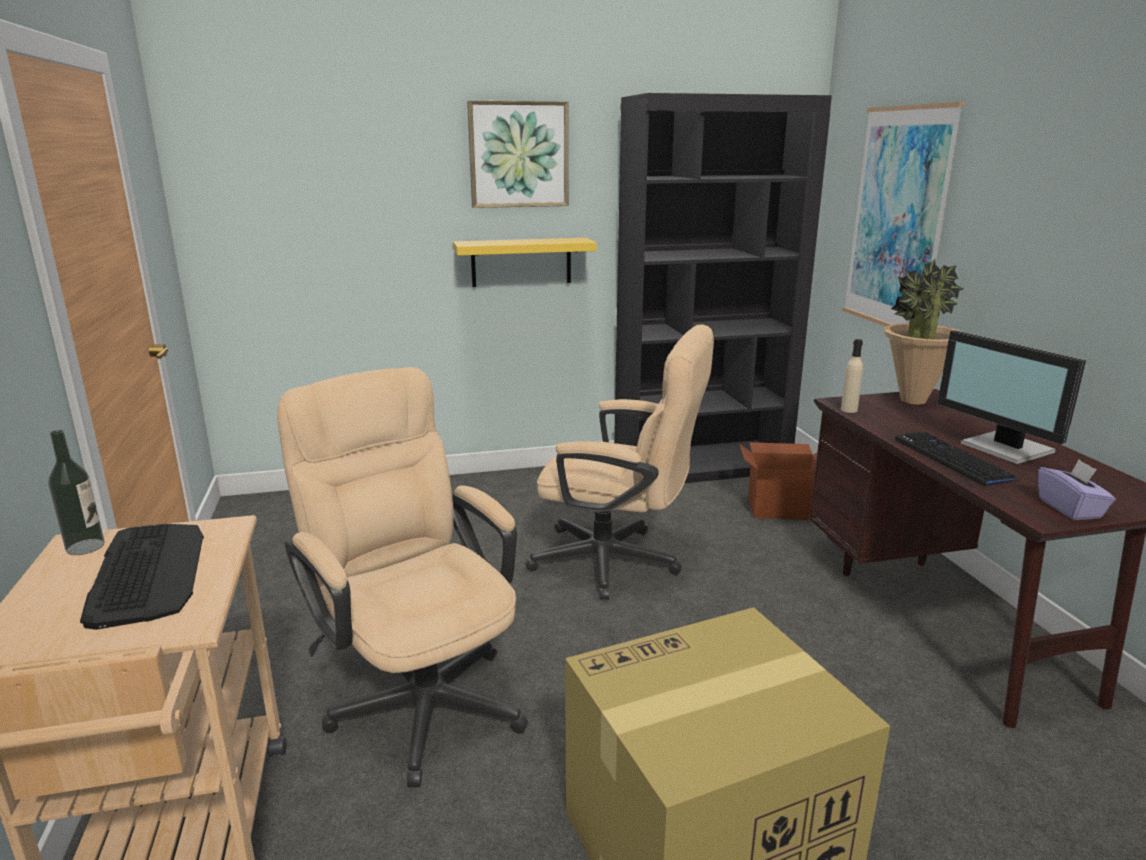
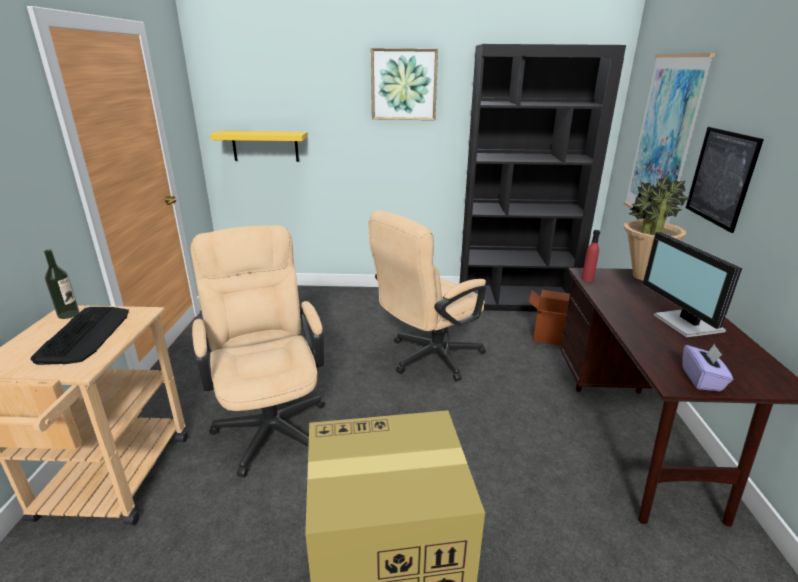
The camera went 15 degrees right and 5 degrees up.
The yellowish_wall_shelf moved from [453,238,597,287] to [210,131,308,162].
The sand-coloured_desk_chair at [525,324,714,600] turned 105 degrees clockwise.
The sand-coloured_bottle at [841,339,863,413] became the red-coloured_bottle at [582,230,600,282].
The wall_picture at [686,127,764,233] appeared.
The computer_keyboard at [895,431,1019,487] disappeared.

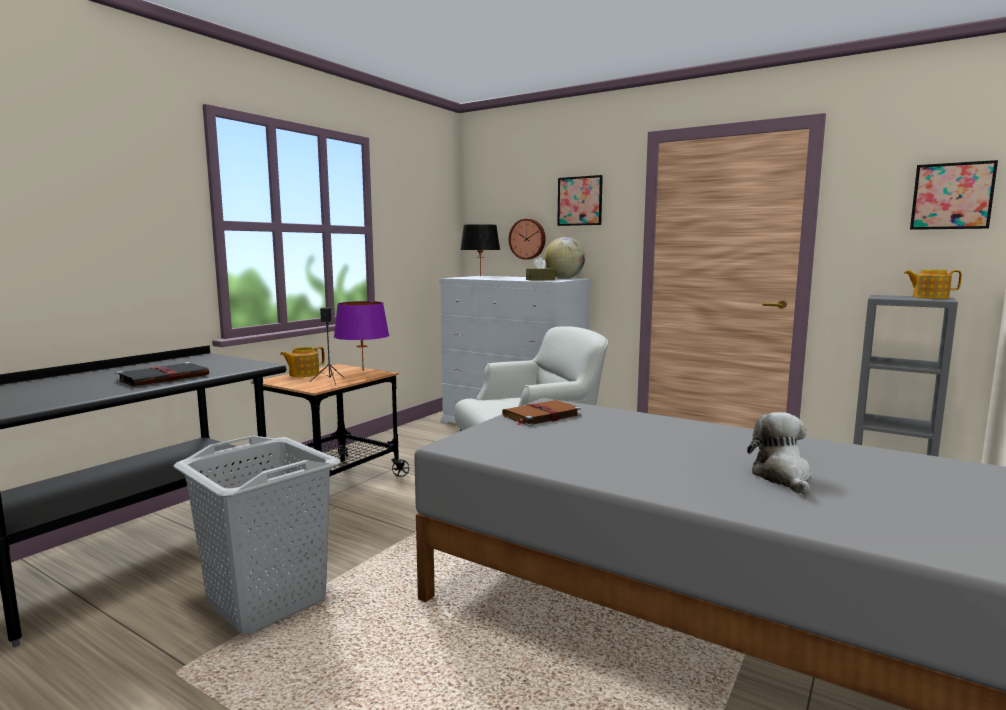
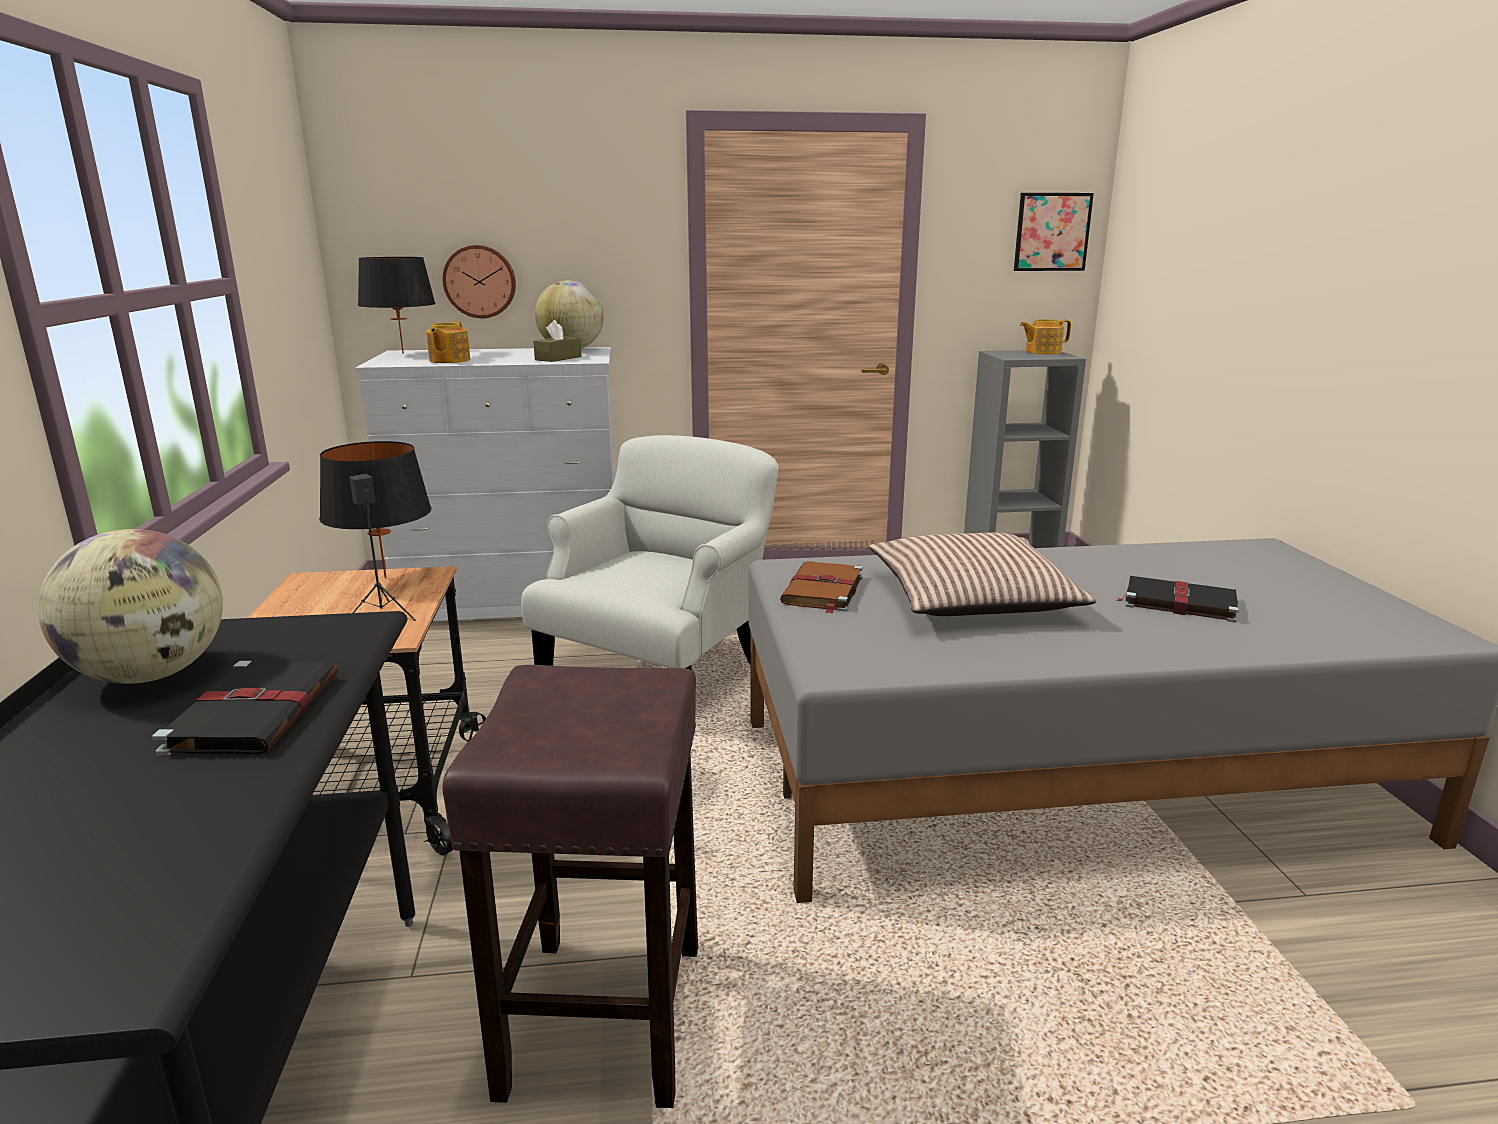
The camera went 40 degrees left and 10 degrees up.
The globe at [38,529,223,684] appeared.
The purple-coloured_table_lamp at [334,301,389,371] became the blackish_table_lamp at [319,441,432,578].
The teapot moved from [280,346,325,377] to [426,321,470,363].
The greyish_hamper at [174,435,340,634] was replaced by the brown-coloured_stool at [443,665,698,1108].
The cushion at [869,533,1096,616] appeared.
The soft_toy at [747,412,812,495] was replaced by the blackish_book at [1115,576,1239,622].
The wall_picture at [557,175,603,226] disappeared.

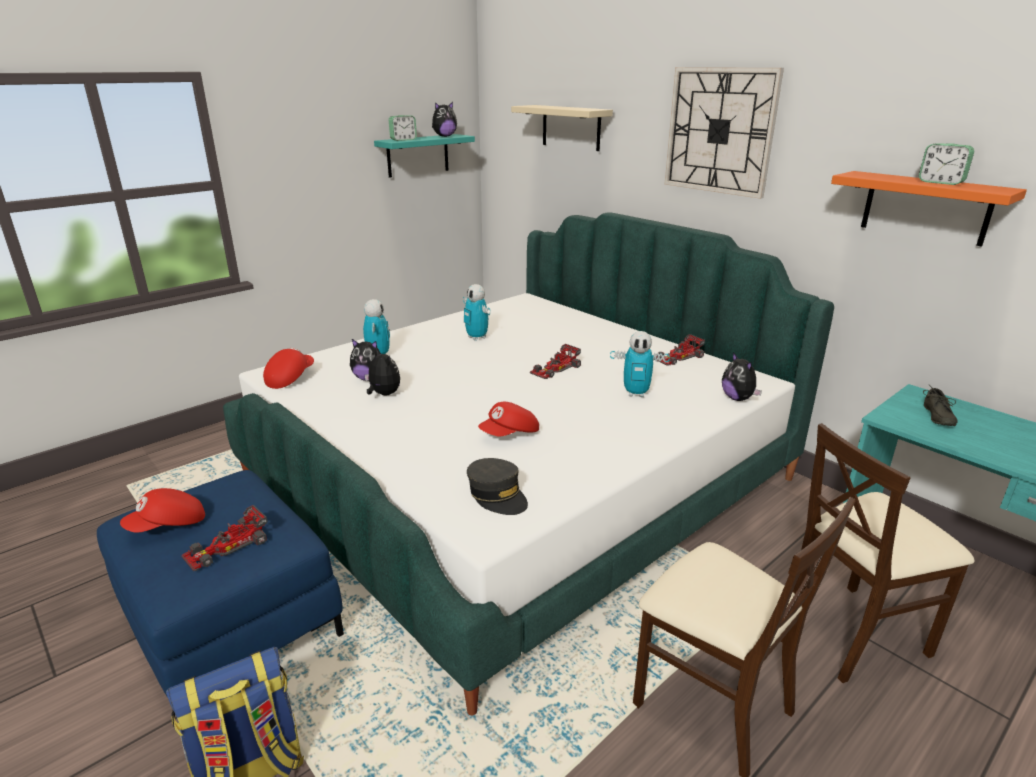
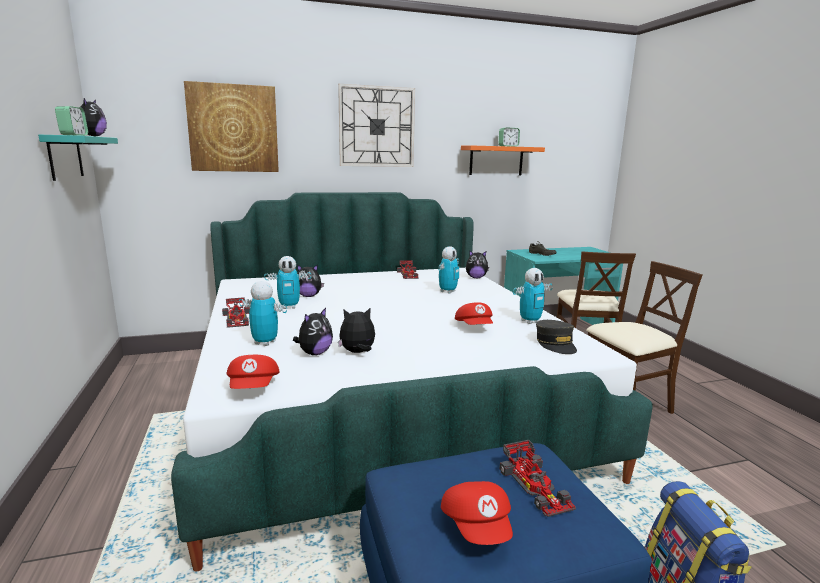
The camera went 65 degrees left and 10 degrees down.
The sand-coloured_wall_shelf at [511,105,613,151] was replaced by the wall_picture at [184,81,279,172].
The model_car moved from [530,344,581,379] to [222,297,250,328].
The red-coloured_cap at [263,348,314,389] turned 150 degrees counterclockwise.
The soft_toy at [297,265,324,297] appeared.
The toy_robot at [513,268,552,324] appeared.
The greyish_cap at [467,458,528,515] turned 90 degrees clockwise.

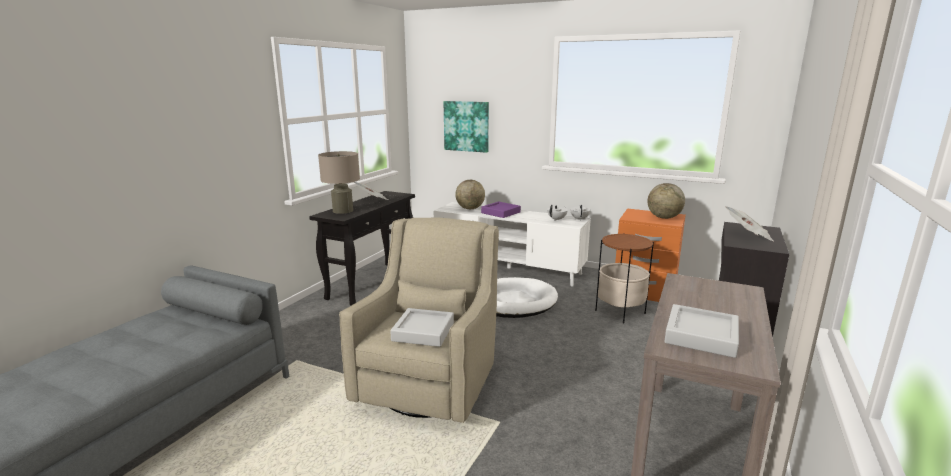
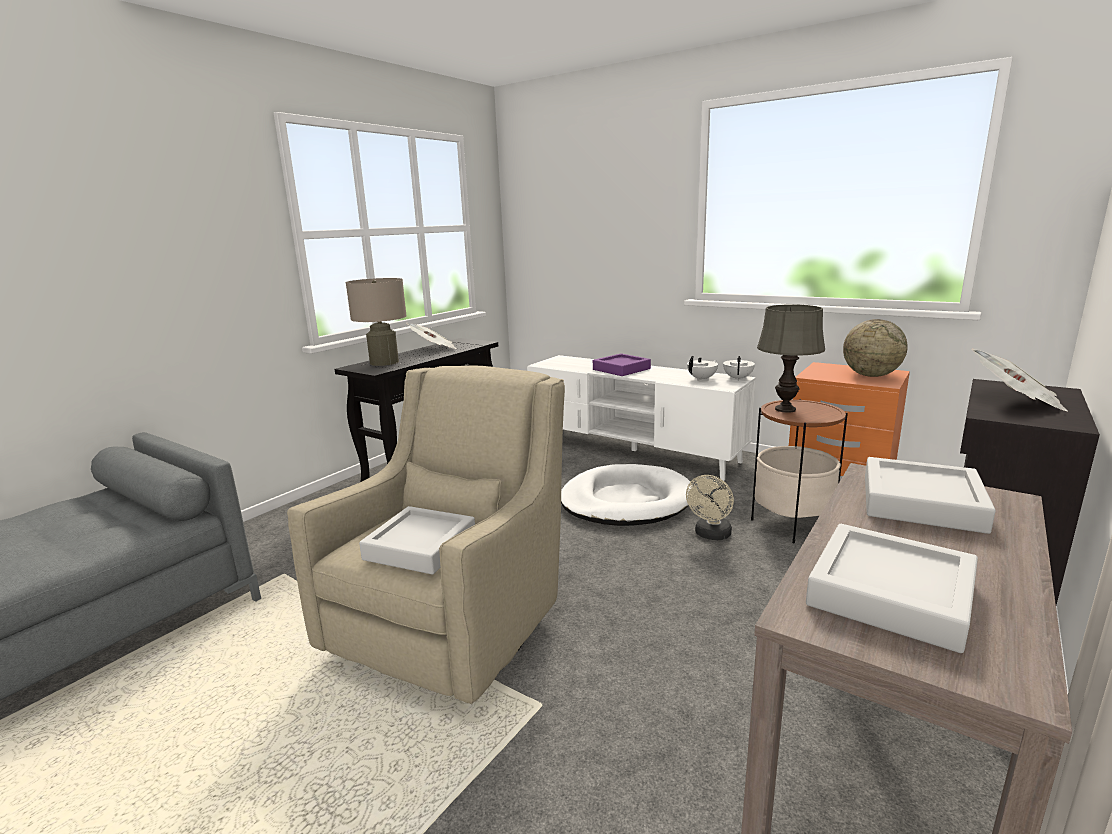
The camera went 10 degrees right and 0 degrees up.
The sand-coloured_cooling_fan at [686,475,734,540] appeared.
The greyish_table_lamp at [757,304,825,413] appeared.
The greyish_carrying_tray at [865,457,996,534] appeared.
The wall_picture at [444,101,489,153] disappeared.
The globe at [455,180,485,209] disappeared.

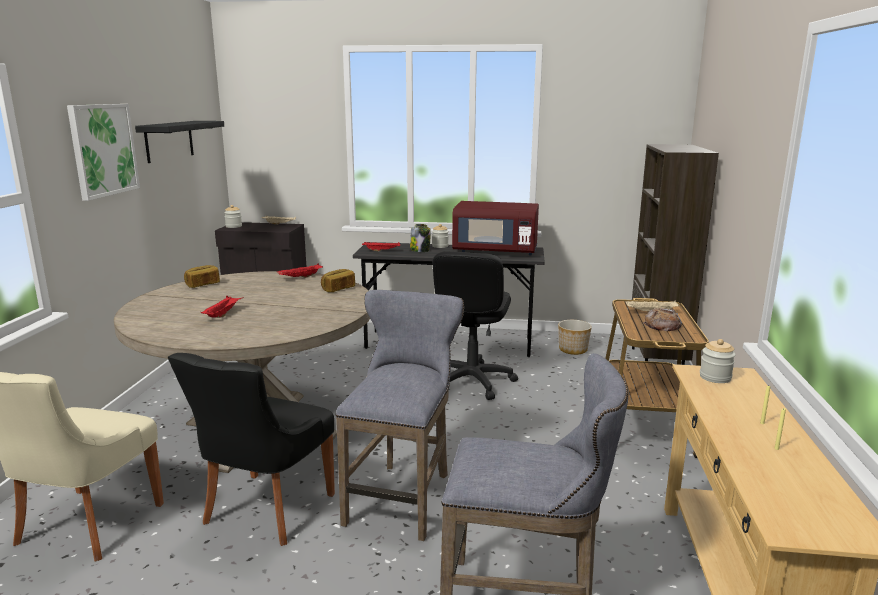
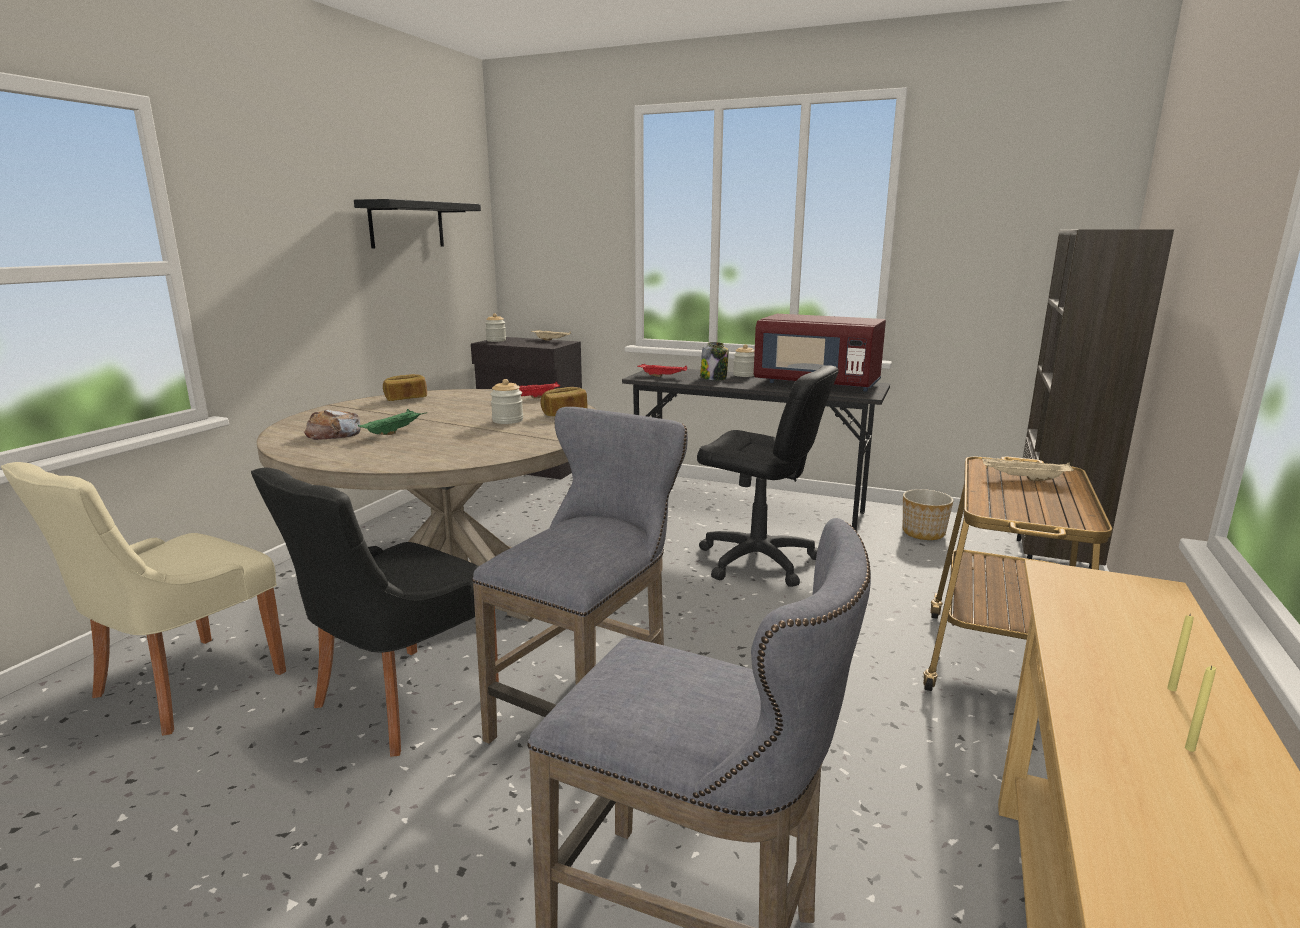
The camera went 15 degrees right and 0 degrees up.
The baked_bread moved from [643,308,682,331] to [304,409,361,440].
The red-coloured_carrying_tray at [200,296,243,318] became the green_carrying_tray at [358,409,425,435].
The jar moved from [700,339,736,383] to [490,379,523,424].
The blackish_desk_chair at [433,251,518,400] turned 90 degrees counterclockwise.
The wall_picture at [67,104,140,201] disappeared.

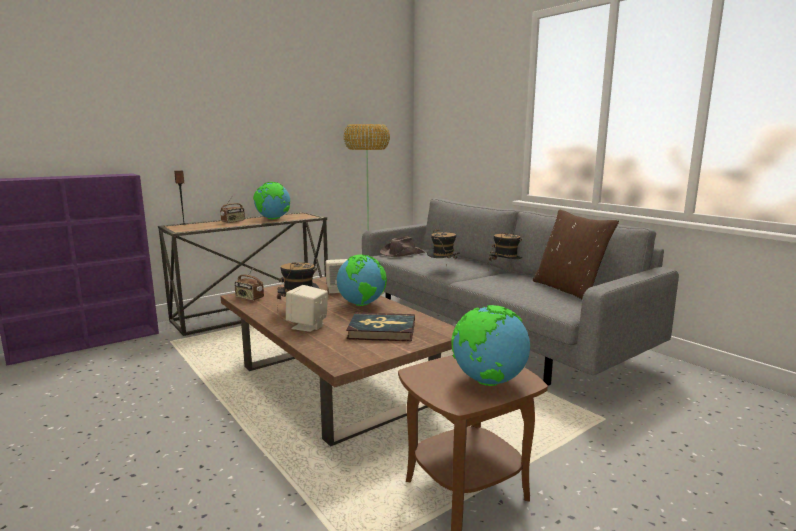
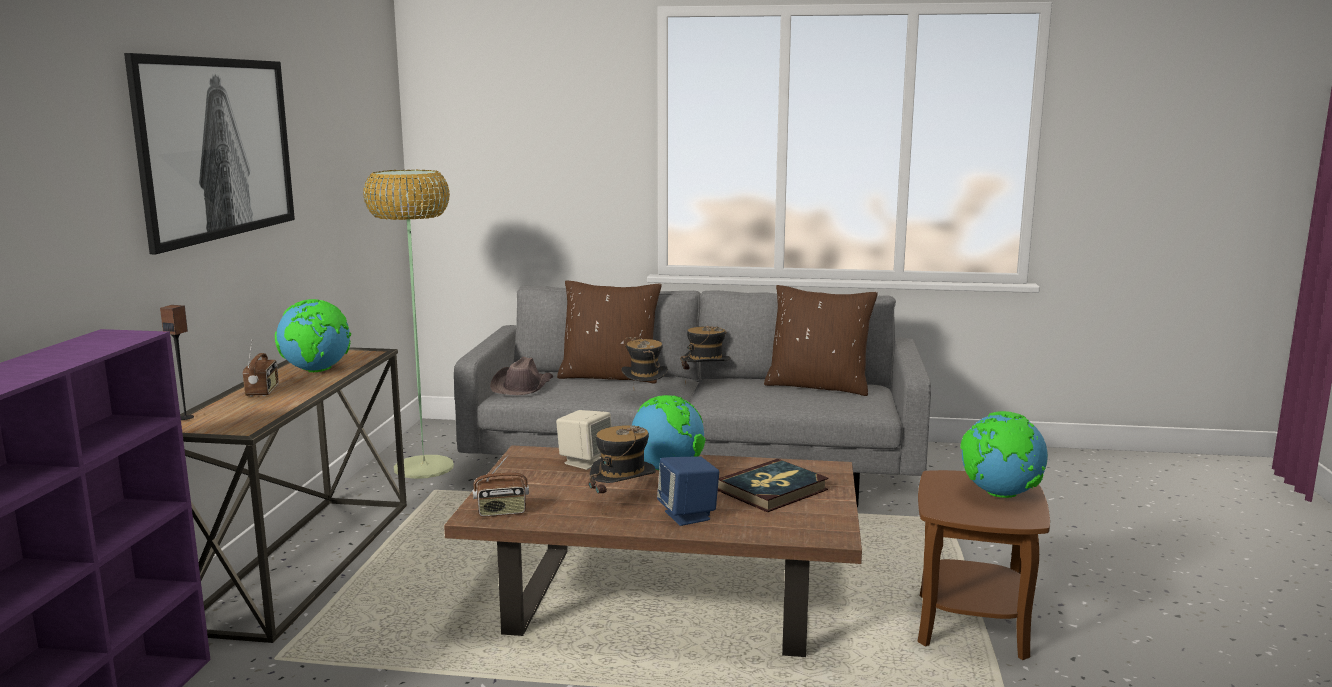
The camera went 45 degrees left and 0 degrees up.
The wall_picture at [124,53,295,254] appeared.
The brown-coloured_cushion at [557,280,662,384] appeared.
The sand-coloured_speaker at [286,285,328,332] became the bluish_speaker at [657,456,719,526].

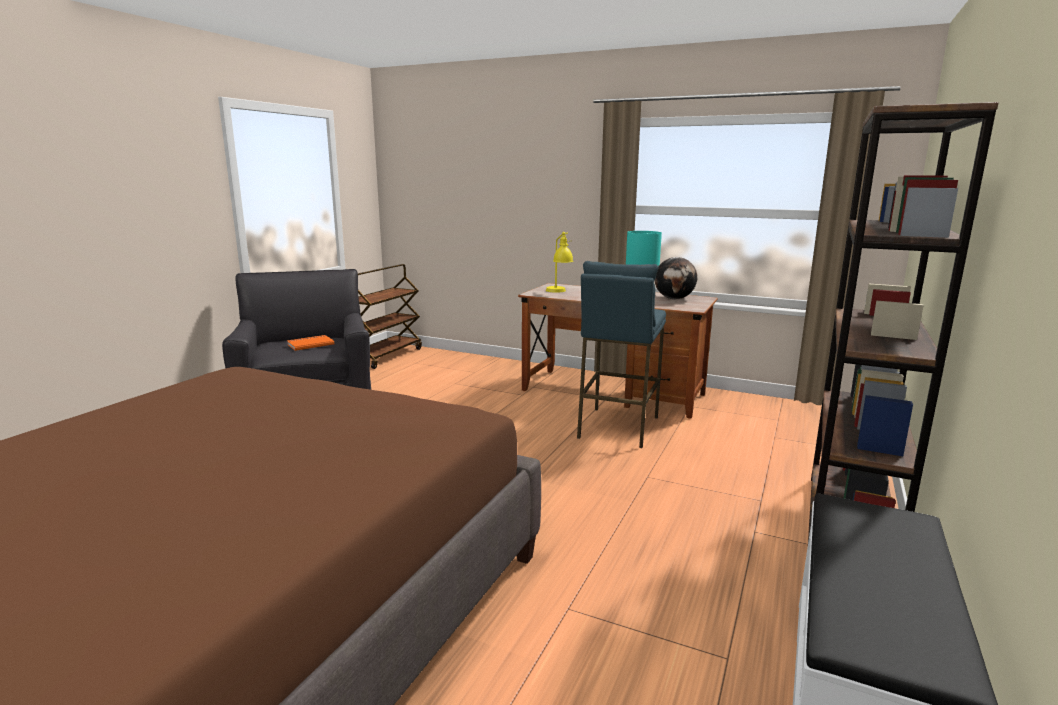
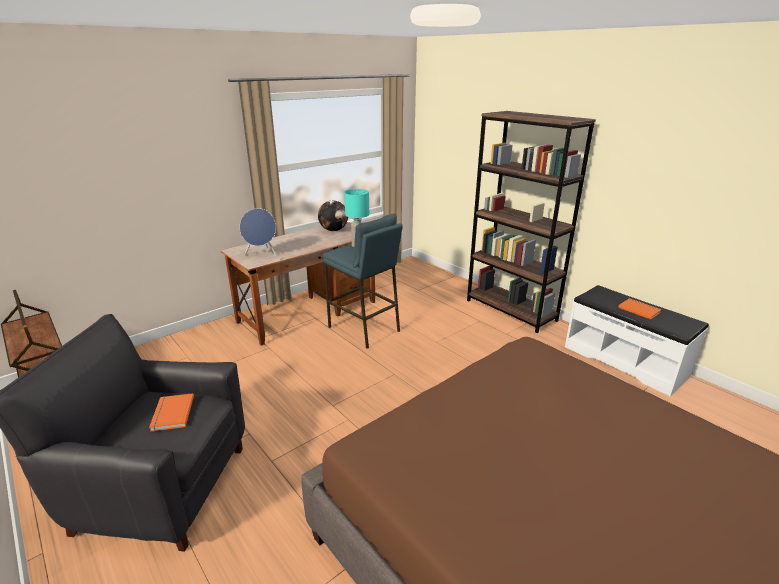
The camera went 65 degrees left and 10 degrees up.
The yellowish_table_lamp at [546,232,573,293] was replaced by the bluish_speaker at [240,208,277,256].
The orange_book at [618,298,662,320] appeared.

